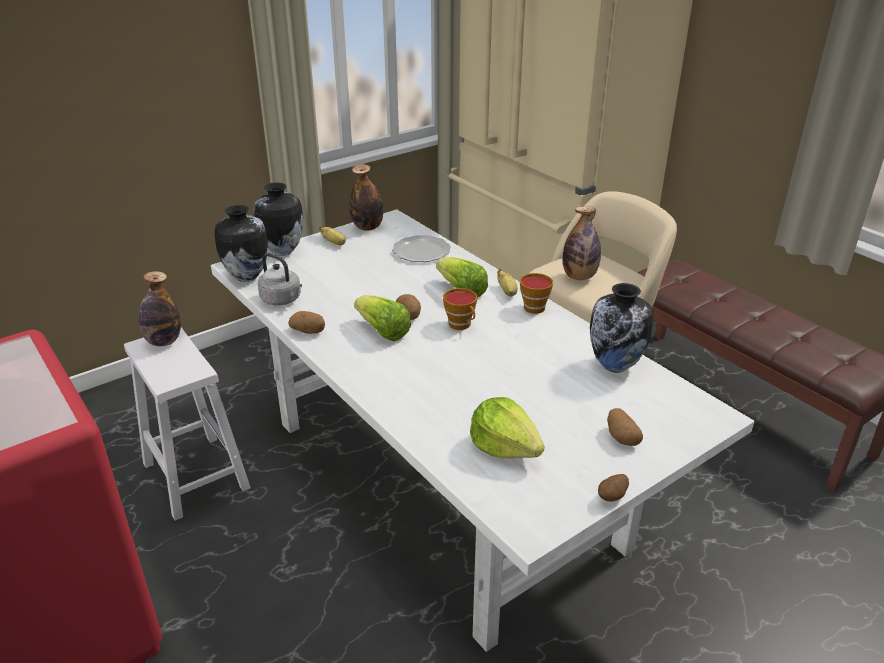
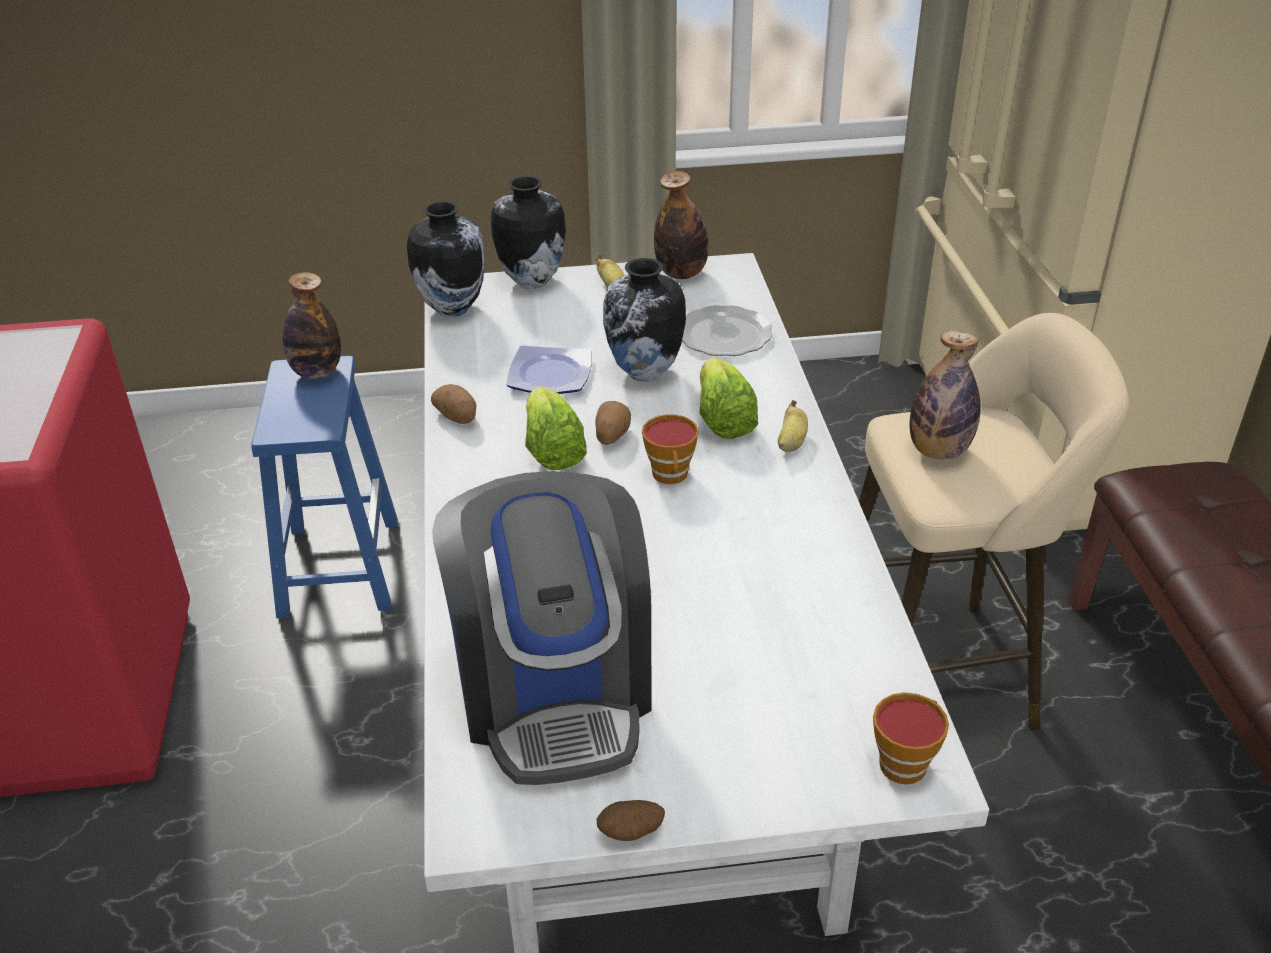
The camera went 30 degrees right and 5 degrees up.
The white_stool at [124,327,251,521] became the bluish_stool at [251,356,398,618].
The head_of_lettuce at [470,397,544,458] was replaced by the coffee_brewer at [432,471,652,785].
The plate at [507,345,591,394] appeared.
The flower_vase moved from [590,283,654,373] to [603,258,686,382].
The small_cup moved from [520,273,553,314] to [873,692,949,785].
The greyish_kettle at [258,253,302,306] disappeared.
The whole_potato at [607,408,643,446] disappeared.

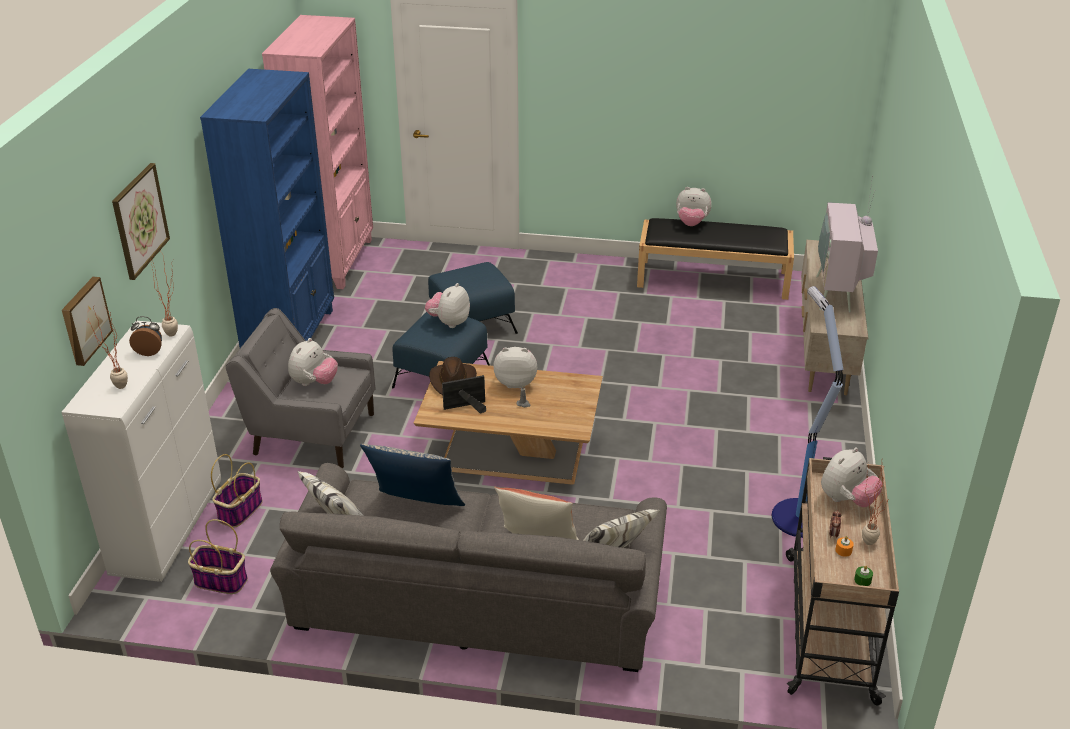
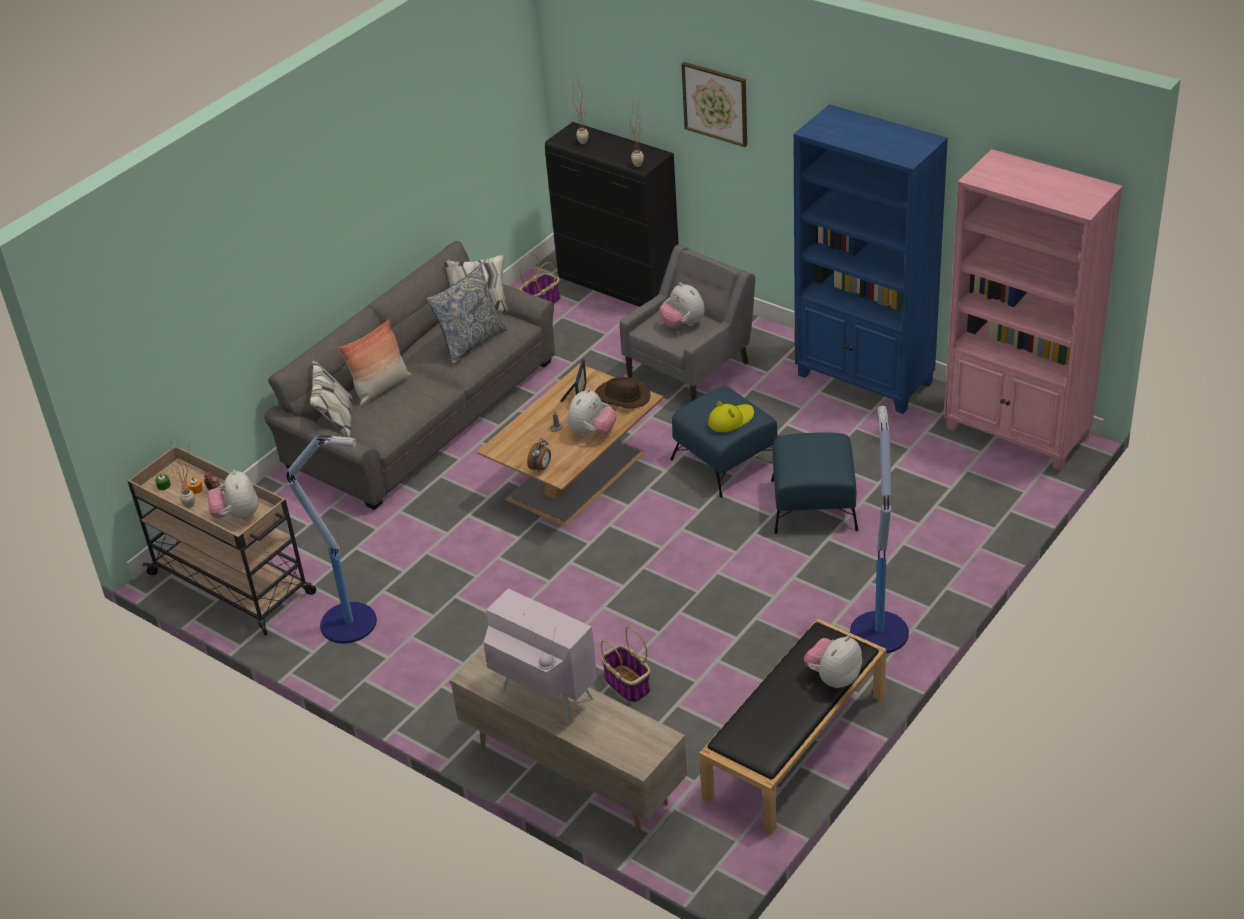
The camera went 120 degrees right and 5 degrees up.
The alarm_clock moved from [129,316,162,356] to [527,438,551,473].
The white_cupboard at [61,321,221,582] became the blackish_cupboard at [545,122,679,307].
The basket moved from [211,454,263,528] to [601,626,651,704].
The soft_toy at [425,283,470,328] was replaced by the yellowish_hat at [708,401,754,432].
The standard_lamp at [850,406,909,653] appeared.
The wall_picture at [62,277,113,366] disappeared.

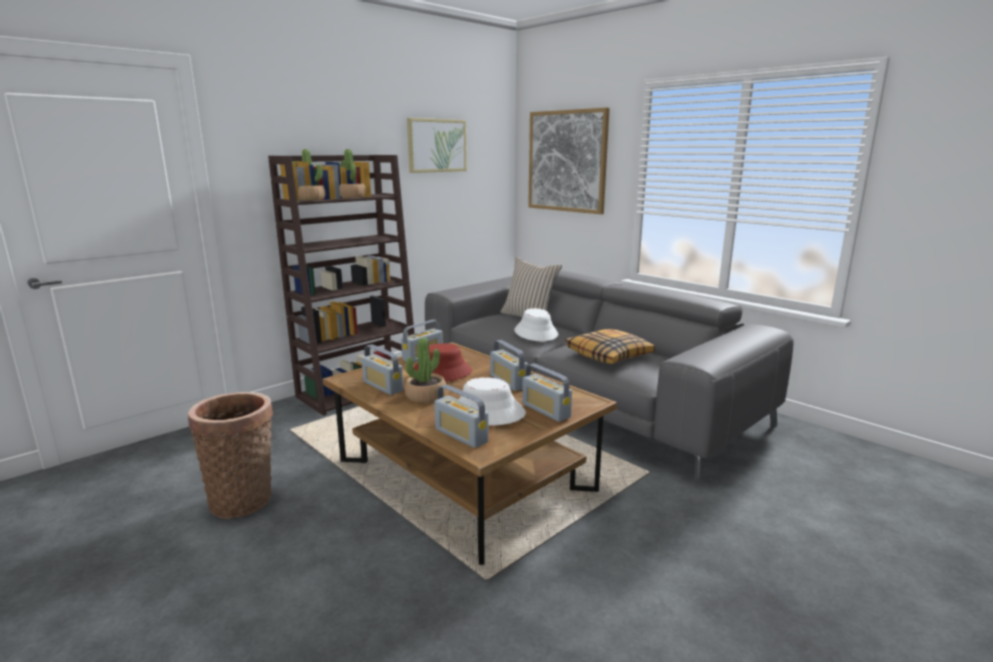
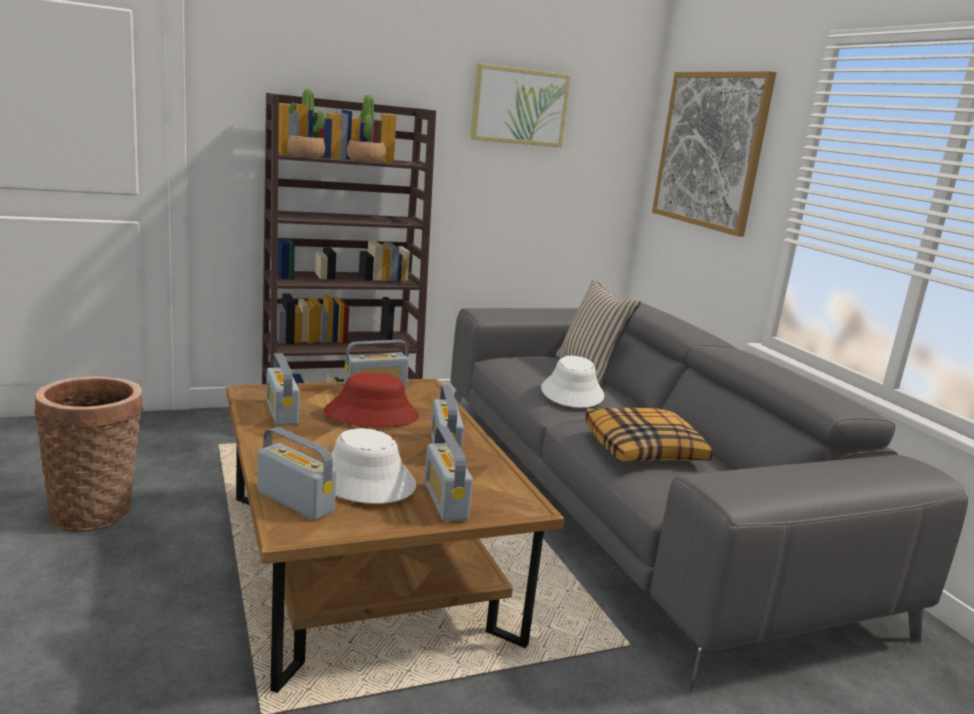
The camera went 20 degrees right and 0 degrees up.
The radio_receiver at [434,385,488,448] turned 150 degrees clockwise.
The plant_in_a_pot at [405,338,446,403] disappeared.

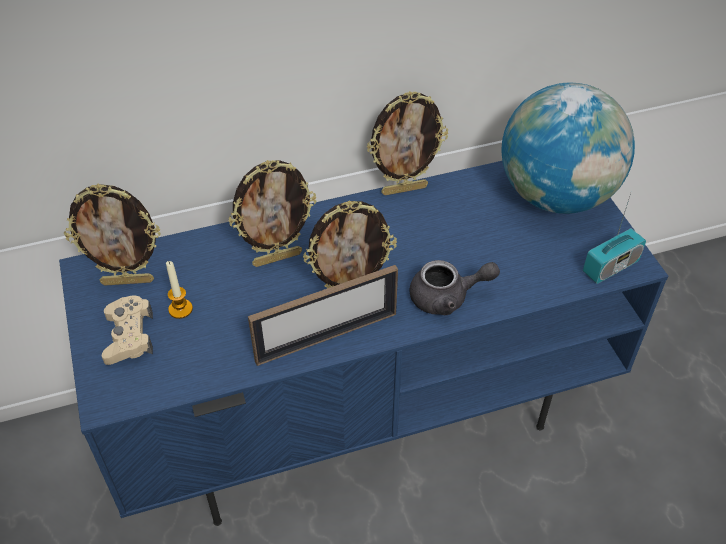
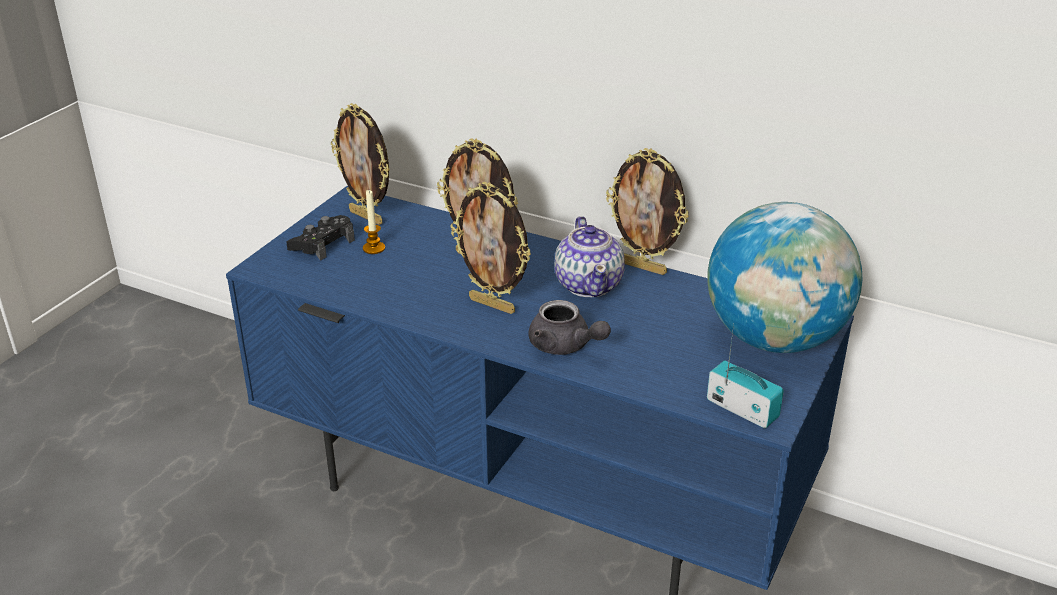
The camera went 45 degrees right and 15 degrees down.
The sand-coloured_game_controller at [102,295,153,365] became the blackish_game_controller at [286,215,355,261].
The teapot at [555,216,625,297] appeared.
The radio_receiver at [583,193,646,284] turned 150 degrees counterclockwise.
The standing_frame at [248,265,398,366] disappeared.

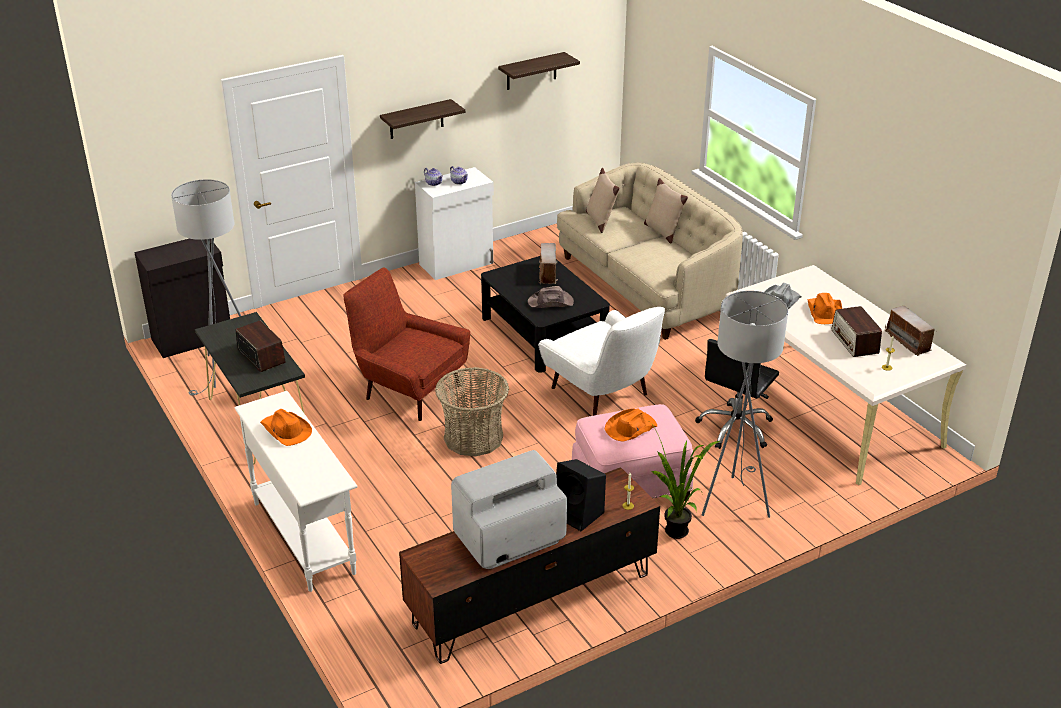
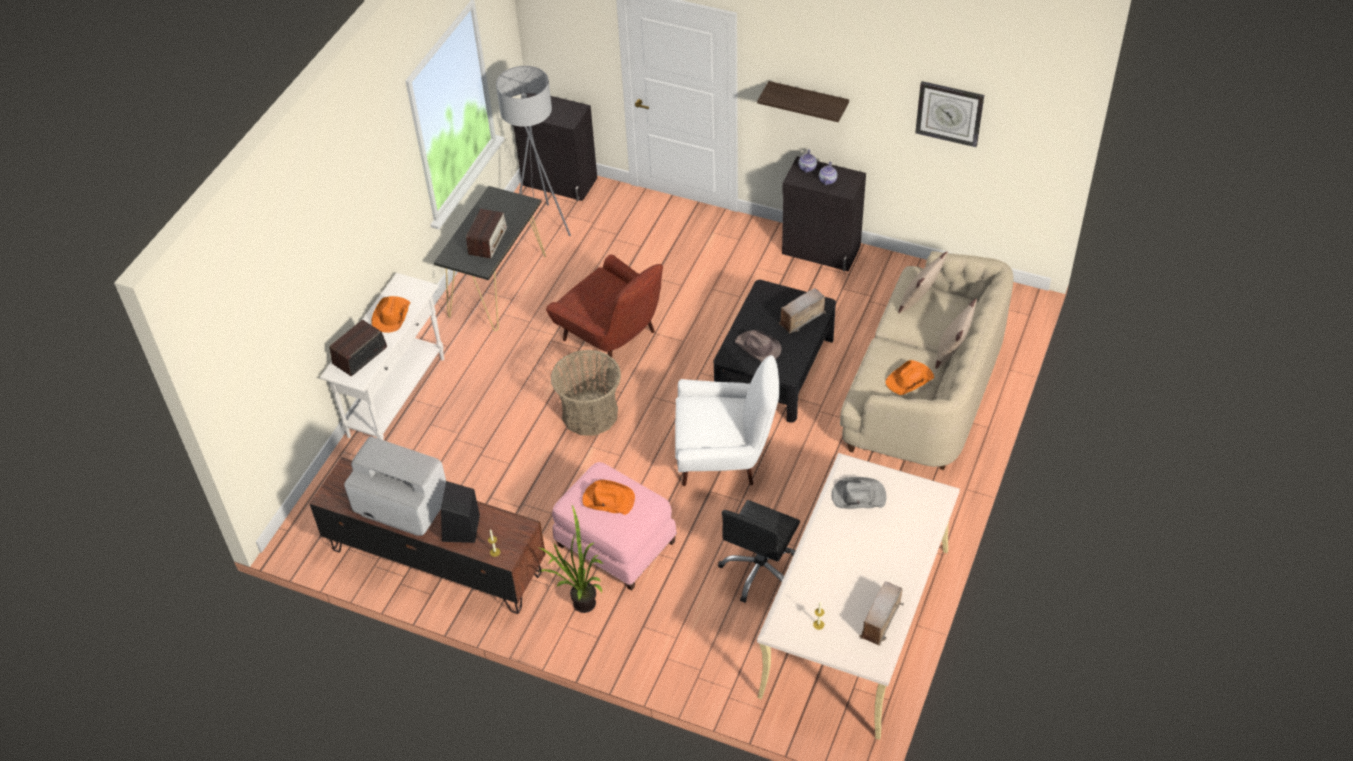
The camera went 55 degrees right and 15 degrees up.
The radio_receiver moved from [832,306,882,357] to [330,320,387,376].
The red-coloured_armchair at [344,267,470,421] turned 135 degrees clockwise.
The white_armchair at [538,307,665,416] turned 105 degrees counterclockwise.
The blackish_desk_chair at [695,339,779,449] turned 60 degrees counterclockwise.
The white_cupboard at [415,167,494,280] became the blackish_cupboard at [782,156,866,272].
The orange_hat moved from [807,293,842,324] to [886,360,934,395].
The wall_shelf at [498,52,580,90] was replaced by the clock_on_the_wall at [915,81,984,147].
The greyish_standard_lamp at [702,291,788,518] disappeared.

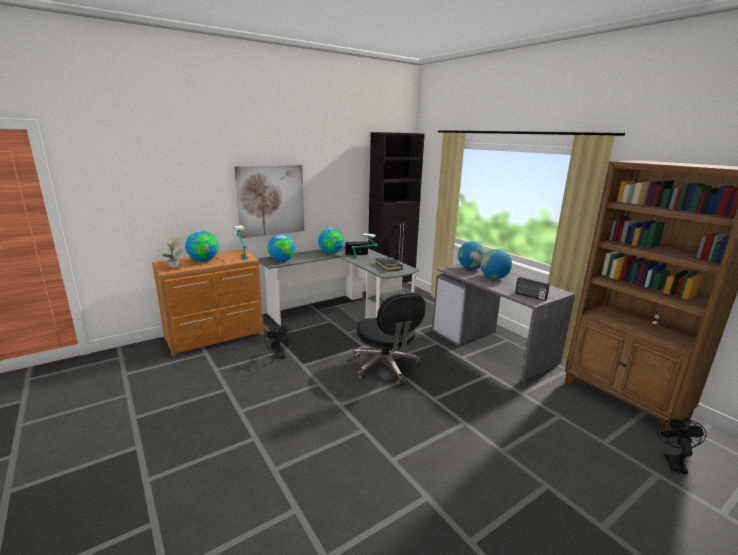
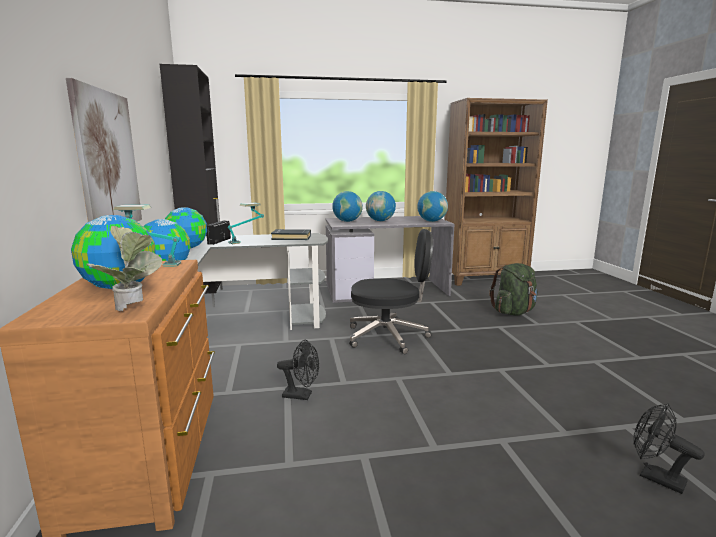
The camera went 65 degrees left and 5 degrees down.
The radio_receiver at [515,277,550,301] was replaced by the globe at [417,191,448,222].
The green_backpack at [489,263,537,316] appeared.
The blackish_cooling_fan moved from [657,418,707,475] to [633,403,705,494].

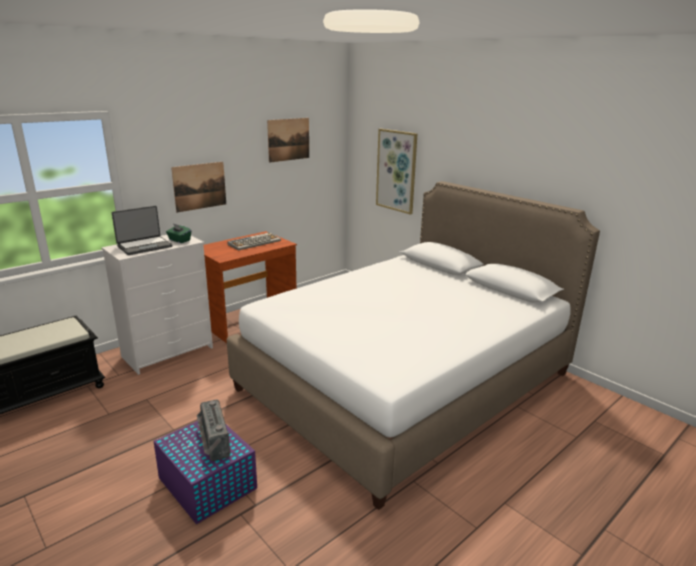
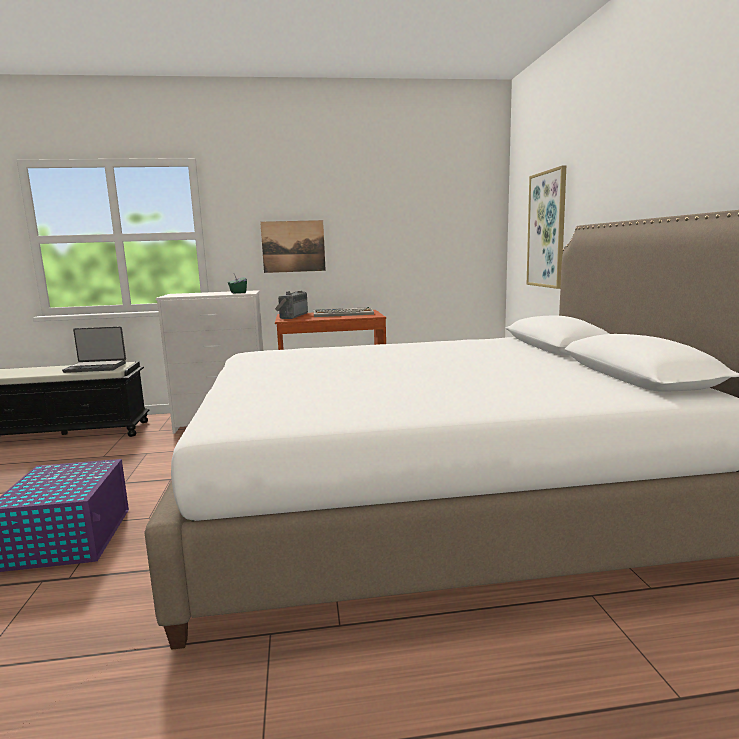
The camera went 35 degrees right and 10 degrees down.
The notebook_computer moved from [112,206,172,255] to [62,326,126,373].
The radio_receiver moved from [197,400,230,461] to [275,291,308,319].
The wall_picture at [267,118,309,163] disappeared.

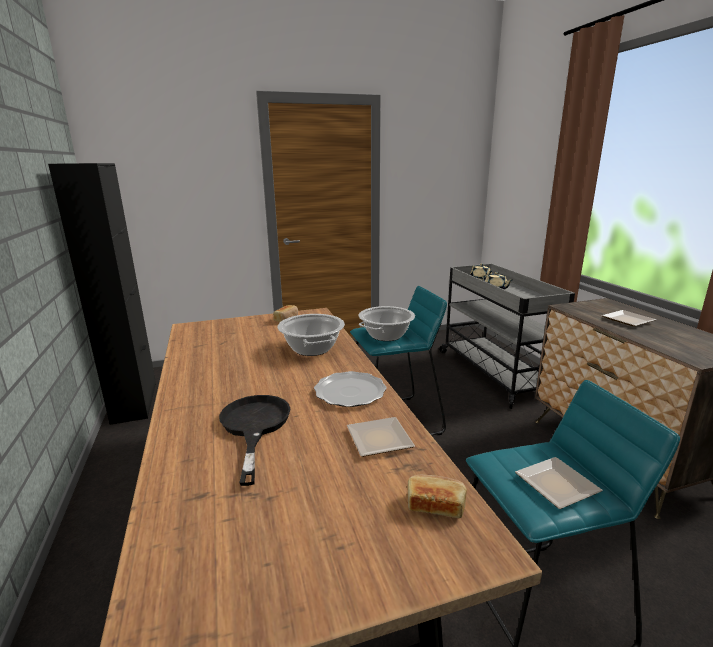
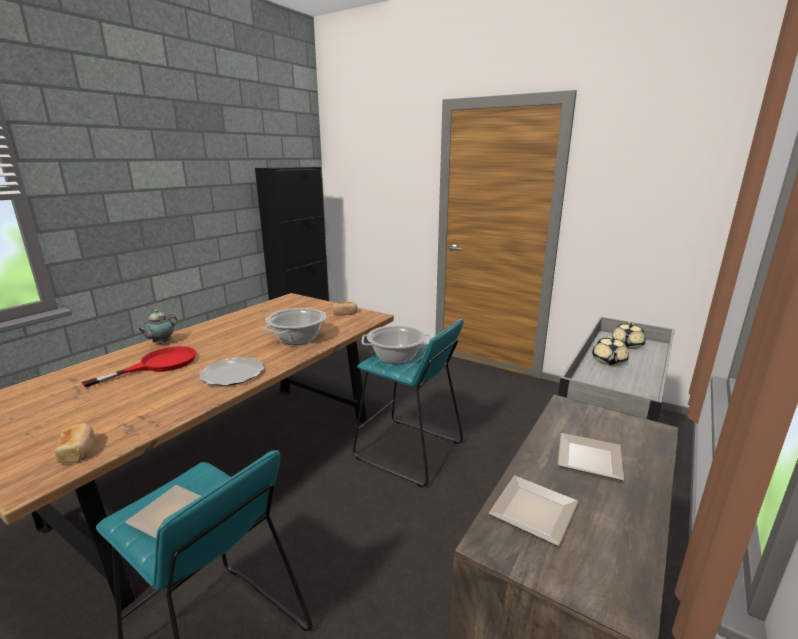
The camera went 50 degrees right and 0 degrees up.
The blackish_frying_pan at [219,395,291,486] became the red-coloured_frying_pan at [81,346,196,388].
The teapot at [138,310,178,344] appeared.
The plate moved from [347,417,415,457] to [489,476,578,546].

